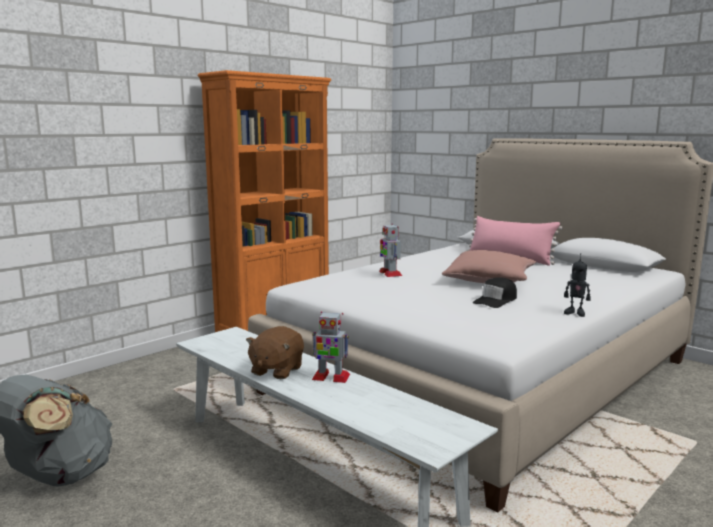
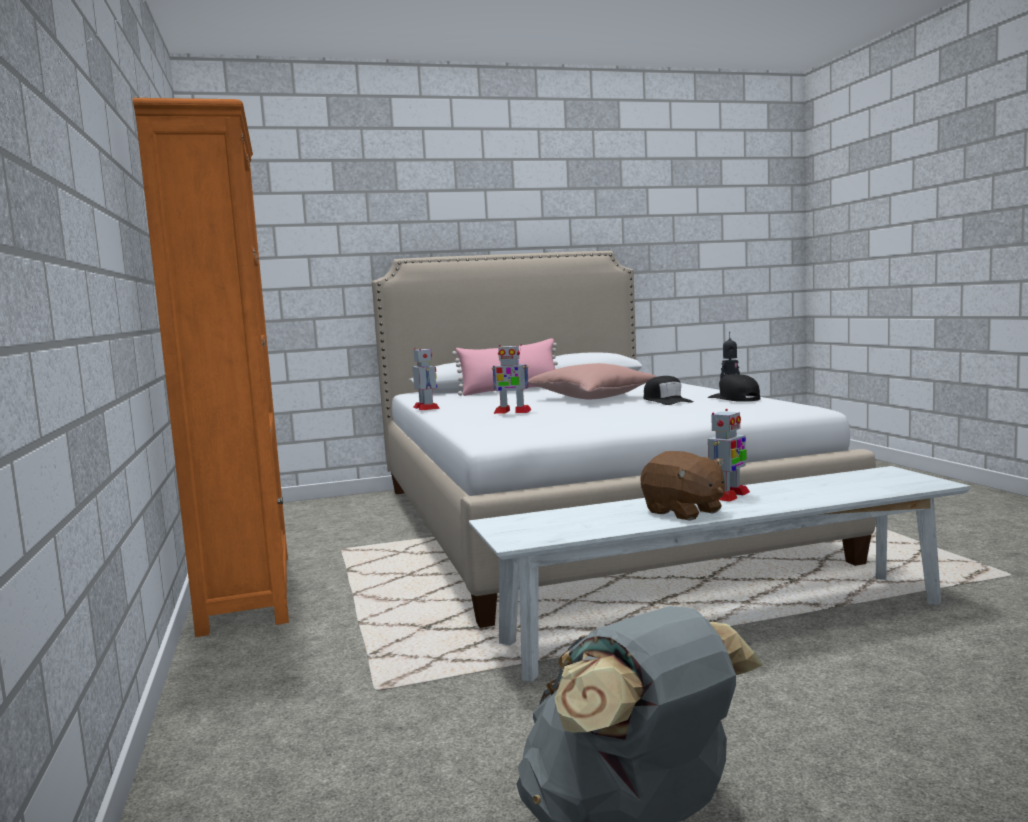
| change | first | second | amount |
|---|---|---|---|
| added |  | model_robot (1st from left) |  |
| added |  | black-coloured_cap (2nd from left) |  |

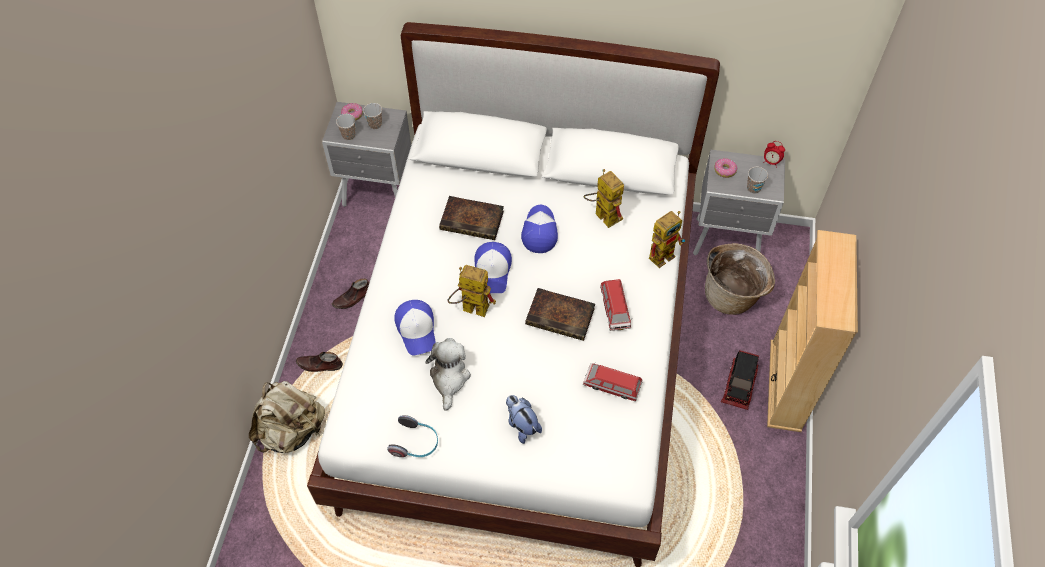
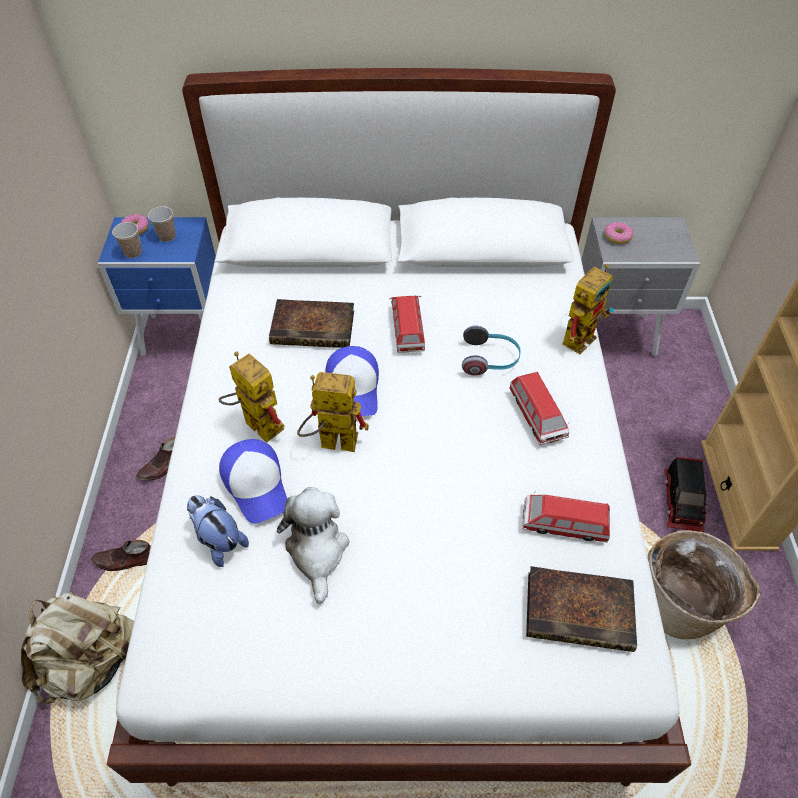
| change | first | second | amount |
|---|---|---|---|
| recoloured | grey_nightstand (1st from left) | blue_nightstand |  |
| removed | table_clock |  |  |
| removed | small_cup (3rd from left) |  |  |
| moved | model_robot (2nd from left in the first image) | model_robot (1st from left) |  |
| replaced | cap (3rd from left) | toy_car (1st from left) |  |
| moved | basket |  |  |
| moved | volume (2nd from left) |  |  |
| moved | soft_toy (2nd from left in the first image) | soft_toy (1st from left) |  |
| moved | pair_of_headphones |  |  |

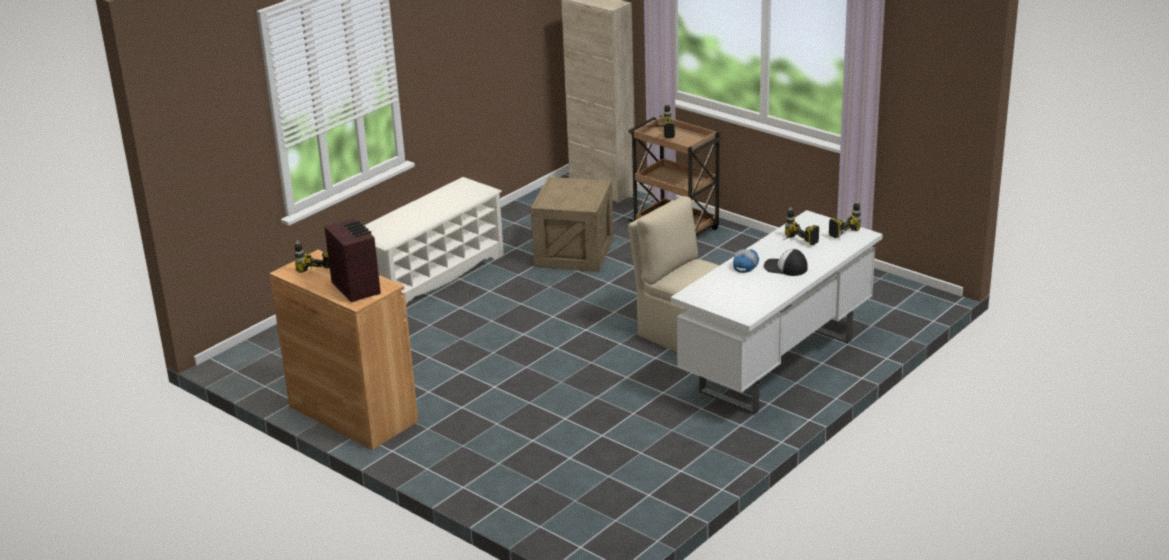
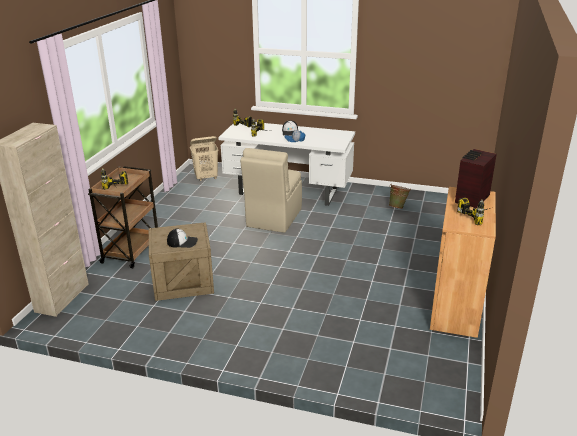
| change | first | second | amount |
|---|---|---|---|
| removed | whitish_shoe_rack |  |  |
| added |  | beige_laundry_basket |  |
| added |  | greenish_bucket |  |
| added |  | cap (1st from left) |  |

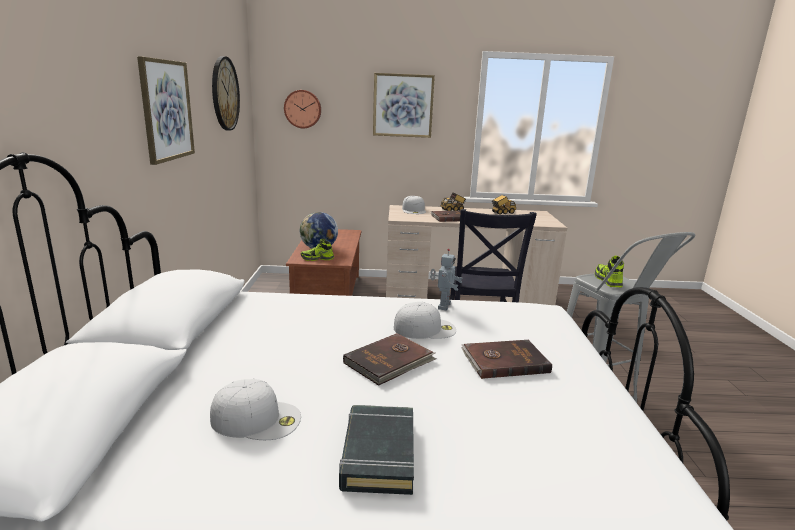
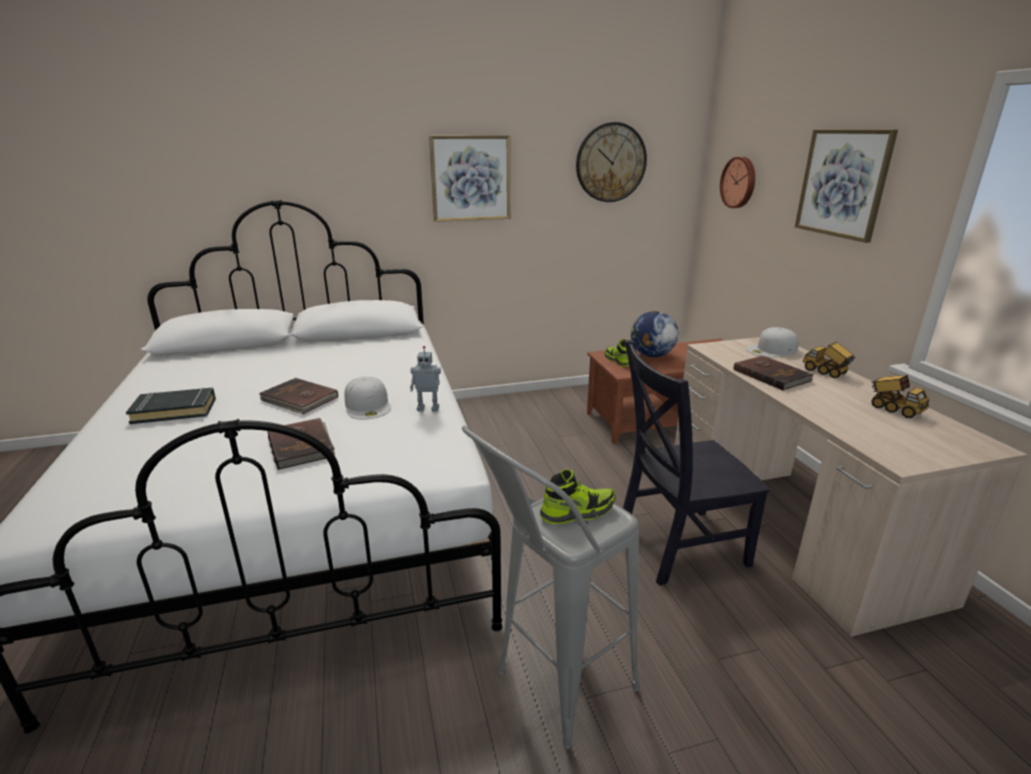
| change | first | second | amount |
|---|---|---|---|
| removed | whitish_cap (1st from left) |  |  |

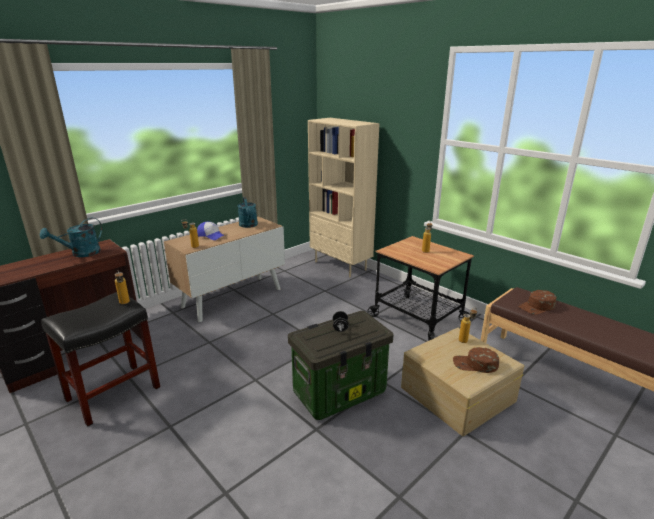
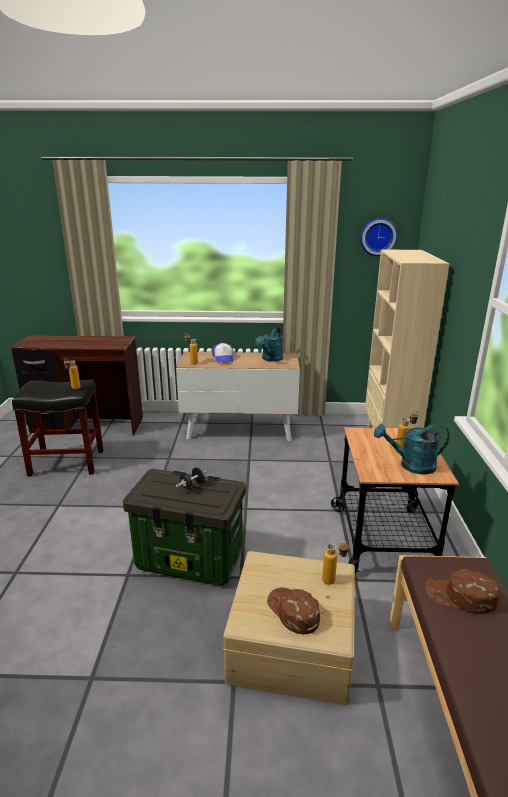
| change | first | second | amount |
|---|---|---|---|
| moved | blue-green_sprinkling_can (1st from left in the first image) | blue-green_sprinkling_can (2nd from left) |  |
| added |  | wall_clock |  |

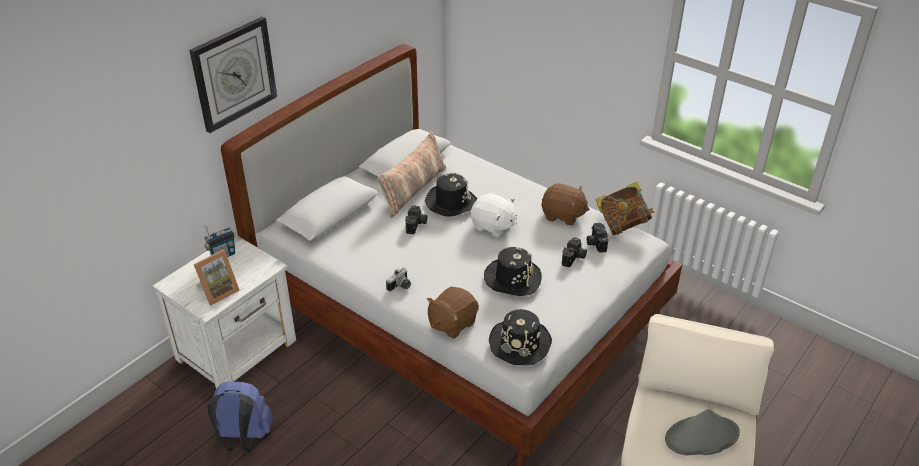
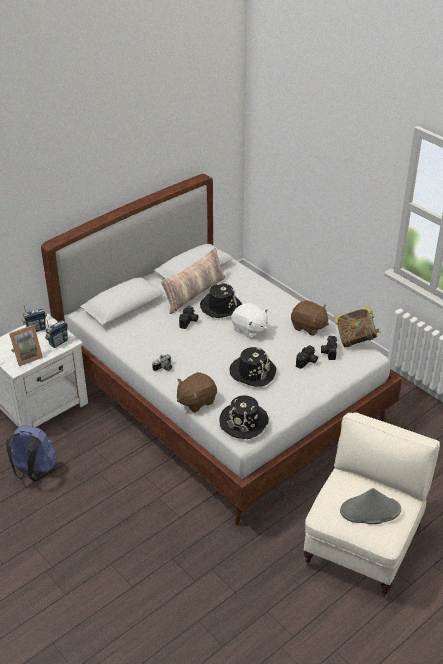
| change | first | second | amount |
|---|---|---|---|
| removed | wall_clock |  |  |
| added |  | radio_set (2nd from left) |  |

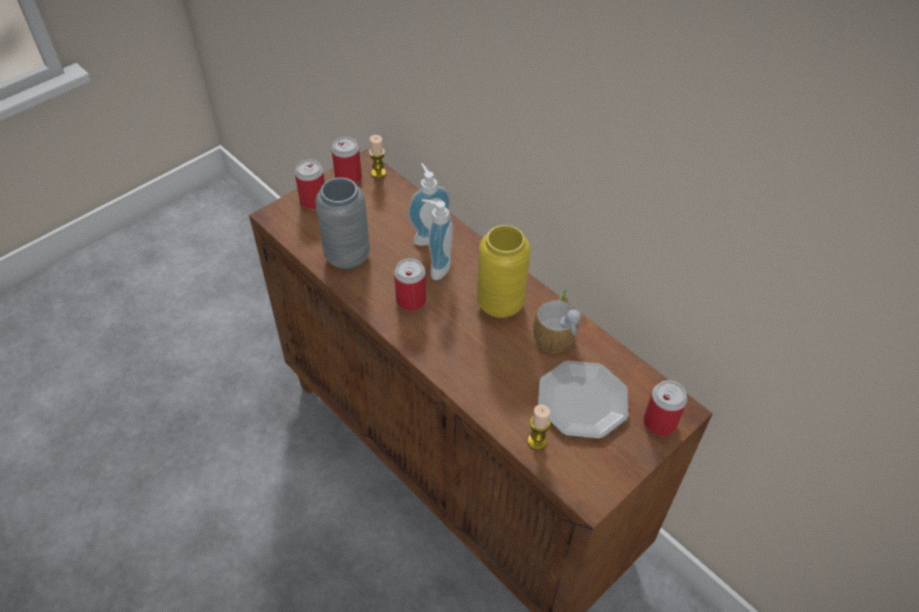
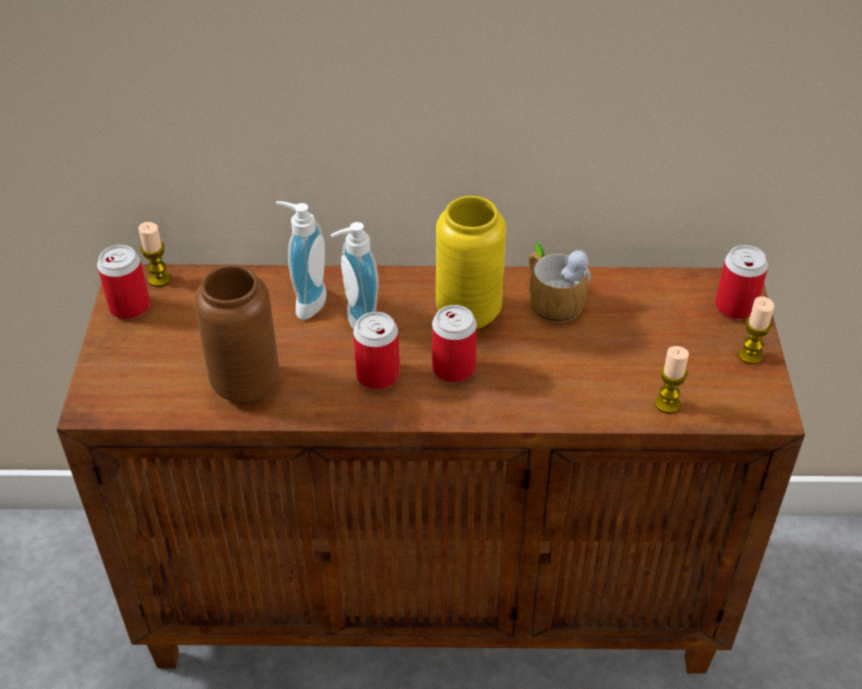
| change | first | second | amount |
|---|---|---|---|
| moved | can (1st from left in the first image) | can (3rd from left) |  |
| recoloured | grey_decorative_vase | brownish_decorative_vase |  |
| removed | flat_dish |  |  |
| added |  | wax_candle (3rd from left) |  |

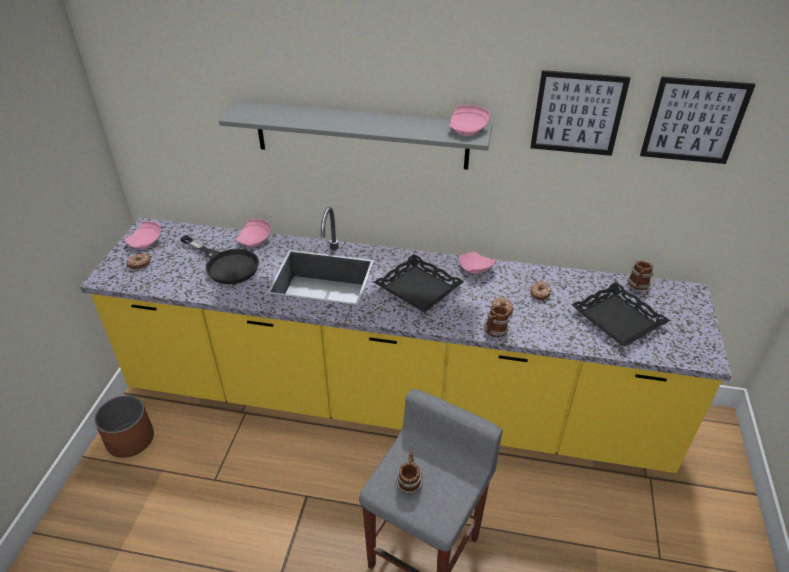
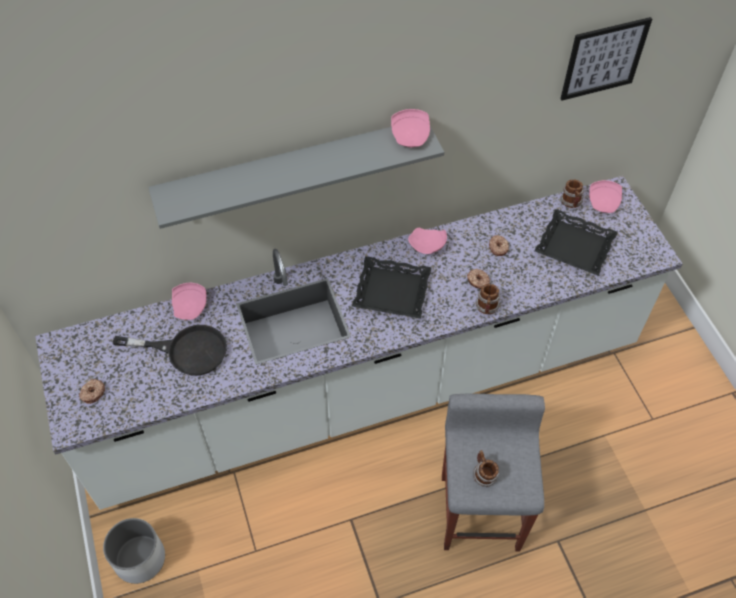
| change | first | second | amount |
|---|---|---|---|
| removed | wall_art (1st from left) |  |  |
| recoloured | yellow_kitchen_base_unit | whitish_kitchen_base_unit |  |
| moved | pink-coloured_flat_dish (1st from left in the first image) | pink-coloured_flat_dish (4th from left) |  |
| recoloured | brownish_flower_pot | whitish_flower_pot |  |

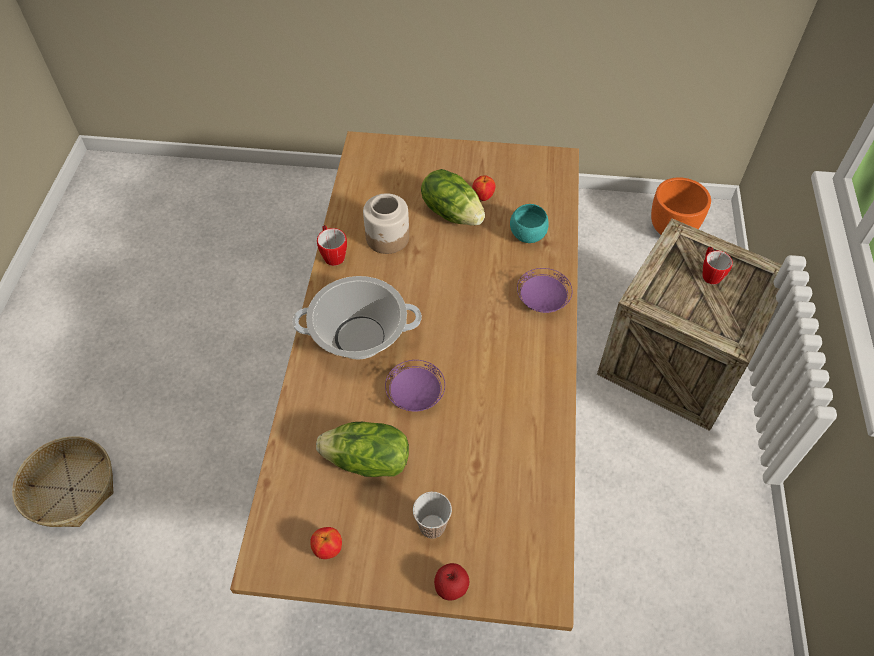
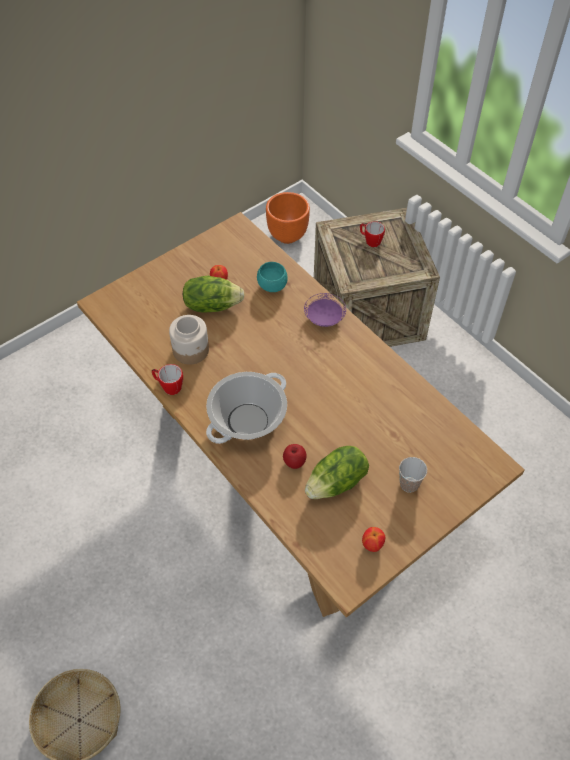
| change | first | second | amount |
|---|---|---|---|
| removed | purplish_flat_dish (1st from left) |  |  |
| moved | whole_apple (2nd from left) |  |  |

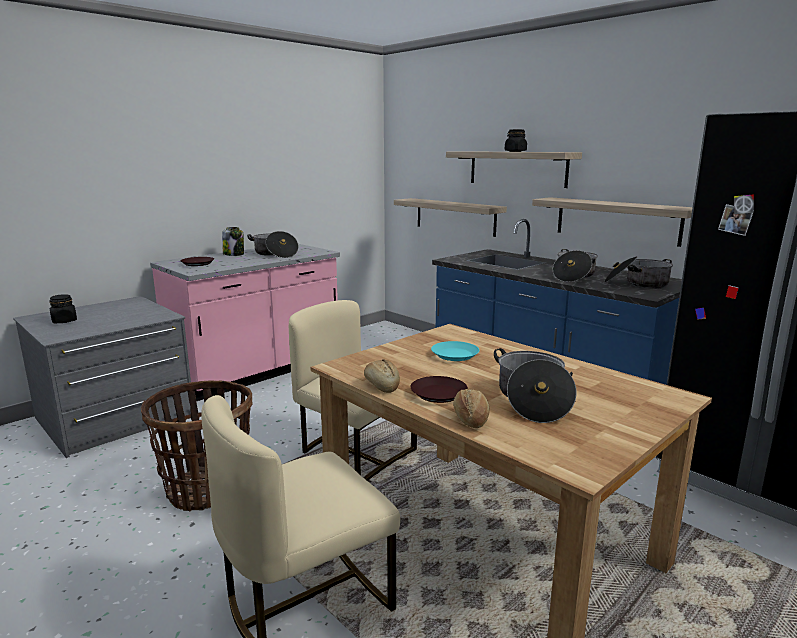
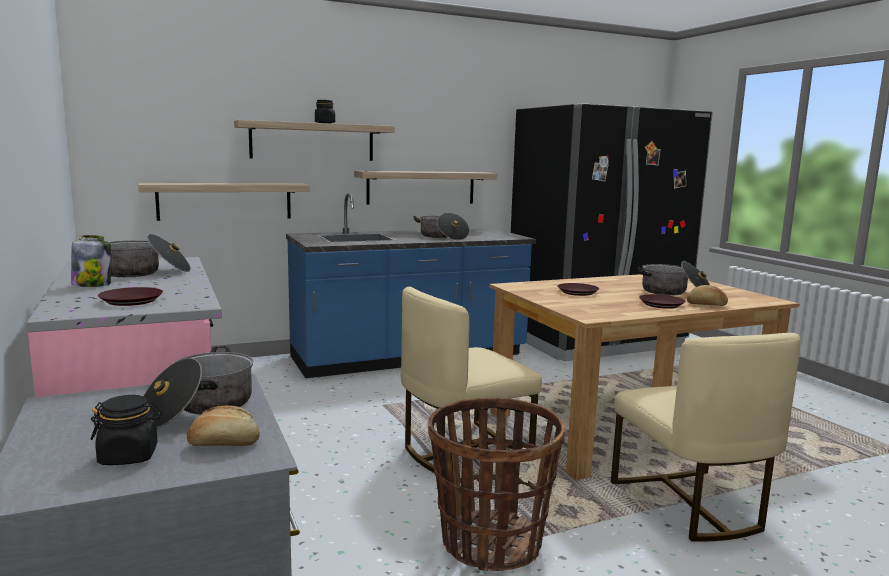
| change | first | second | amount |
|---|---|---|---|
| moved | cooking_pot (4th from left in the first image) | cooking_pot (2nd from left) |  |
| recoloured | blue-green_flat_dish | brownish_flat_dish (2nd from left) |  |
| moved | bread (1st from left) |  |  |

